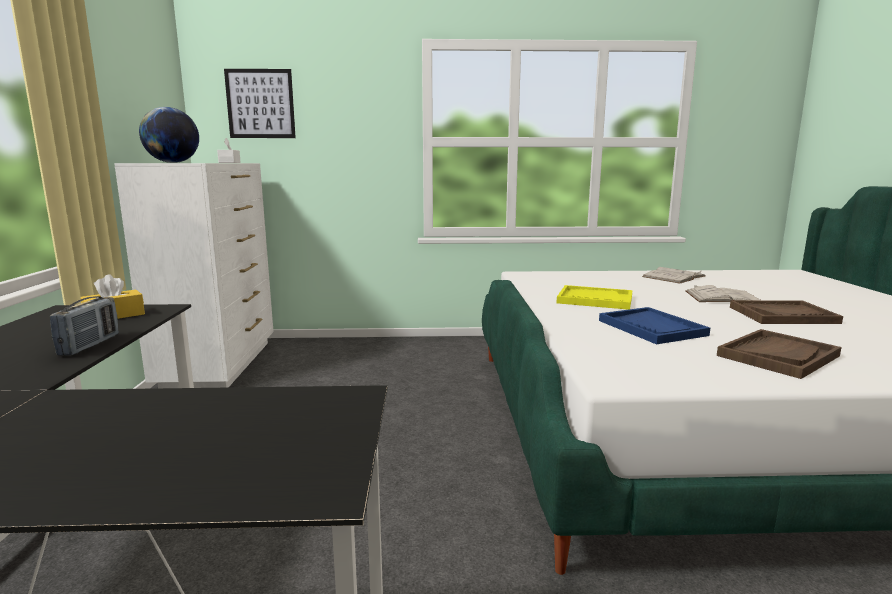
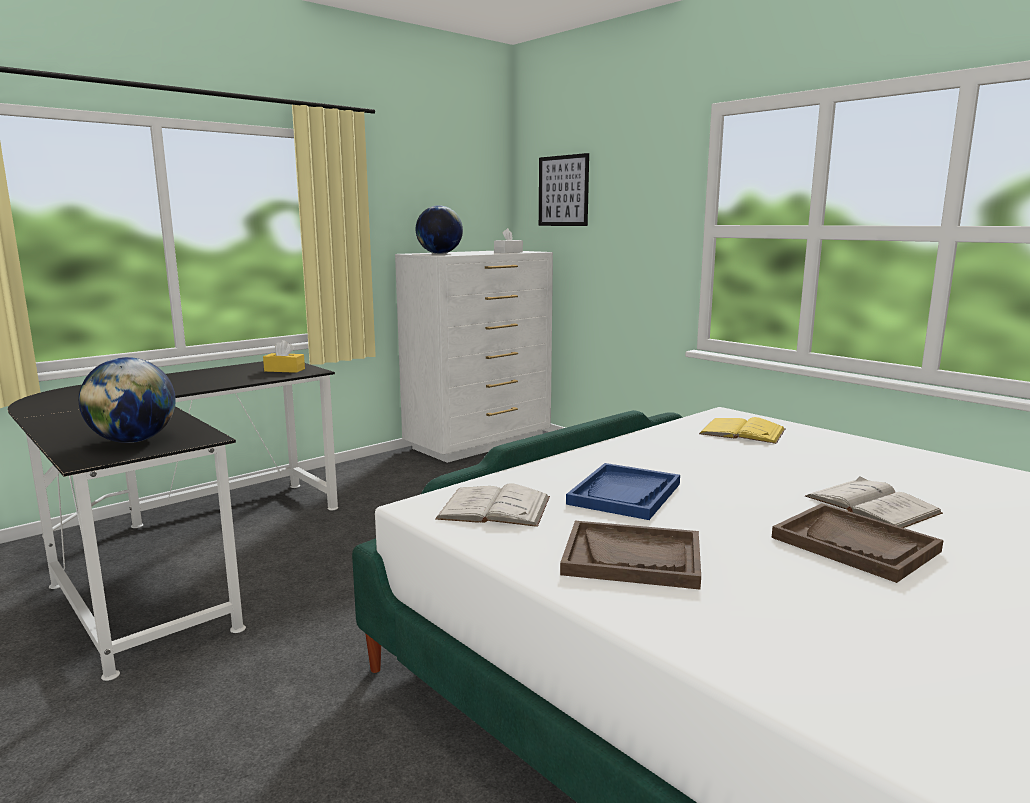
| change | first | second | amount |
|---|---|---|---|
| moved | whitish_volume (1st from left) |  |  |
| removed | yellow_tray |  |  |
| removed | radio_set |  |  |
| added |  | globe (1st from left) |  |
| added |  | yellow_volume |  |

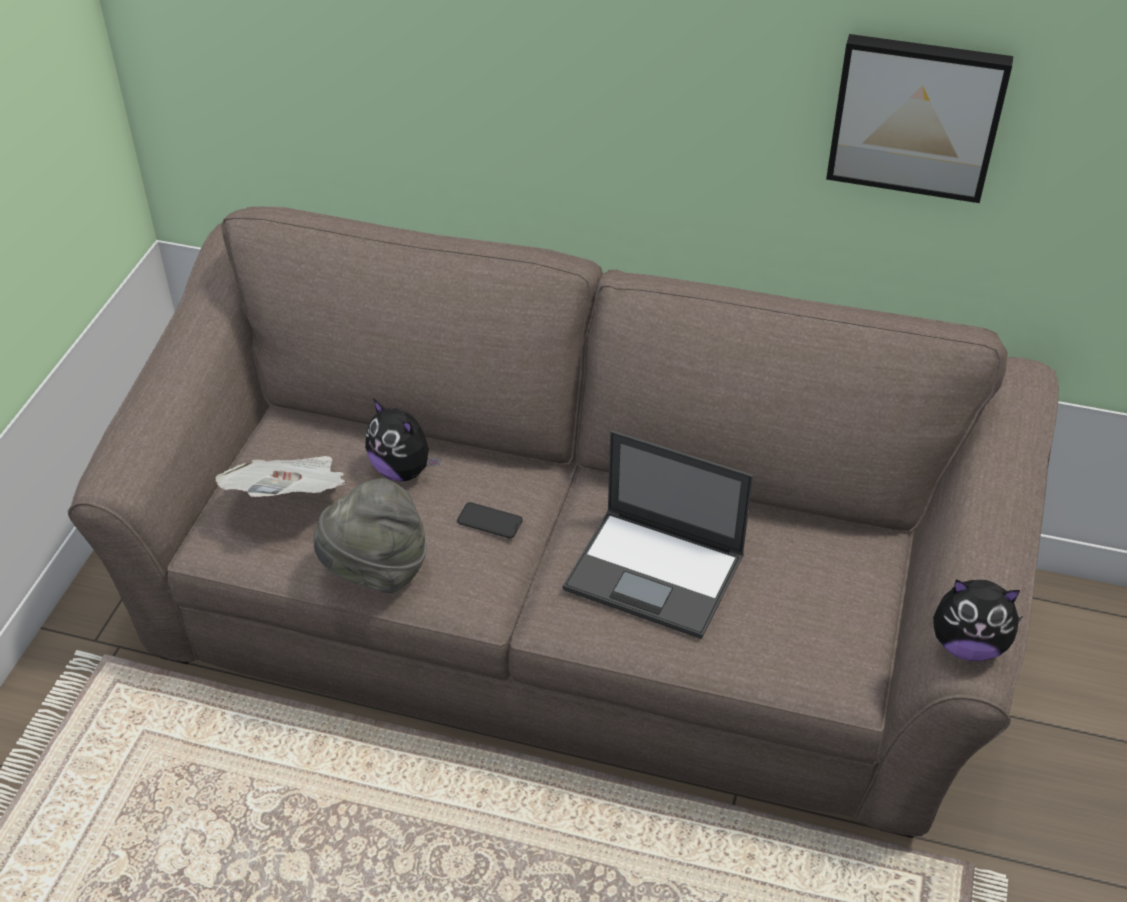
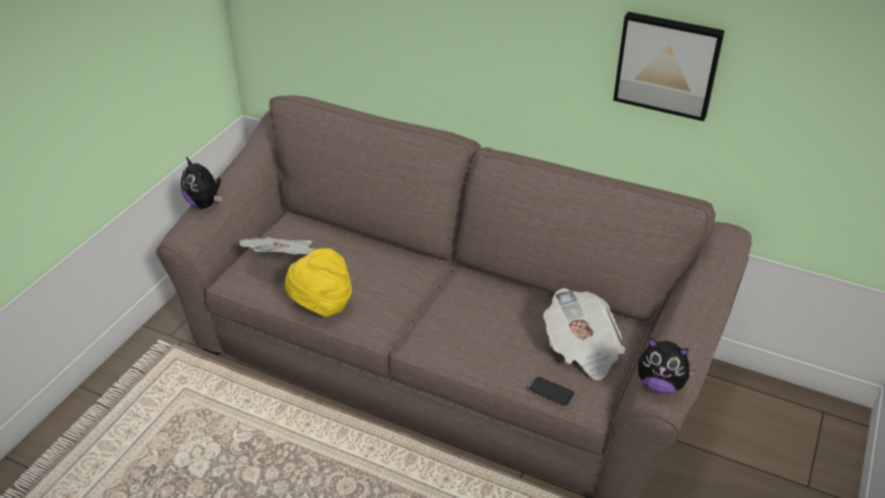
| change | first | second | amount |
|---|---|---|---|
| moved | soft_toy (1st from left) |  |  |
| removed | portable_computer |  |  |
| recoloured | grey_hat | yellow_hat |  |
| moved | phone |  |  |
| added |  | daily_paper (2nd from left) |  |

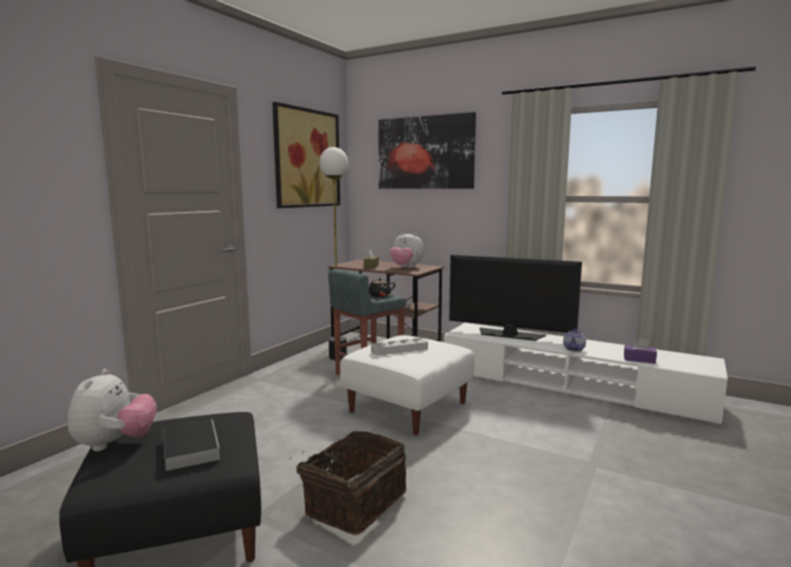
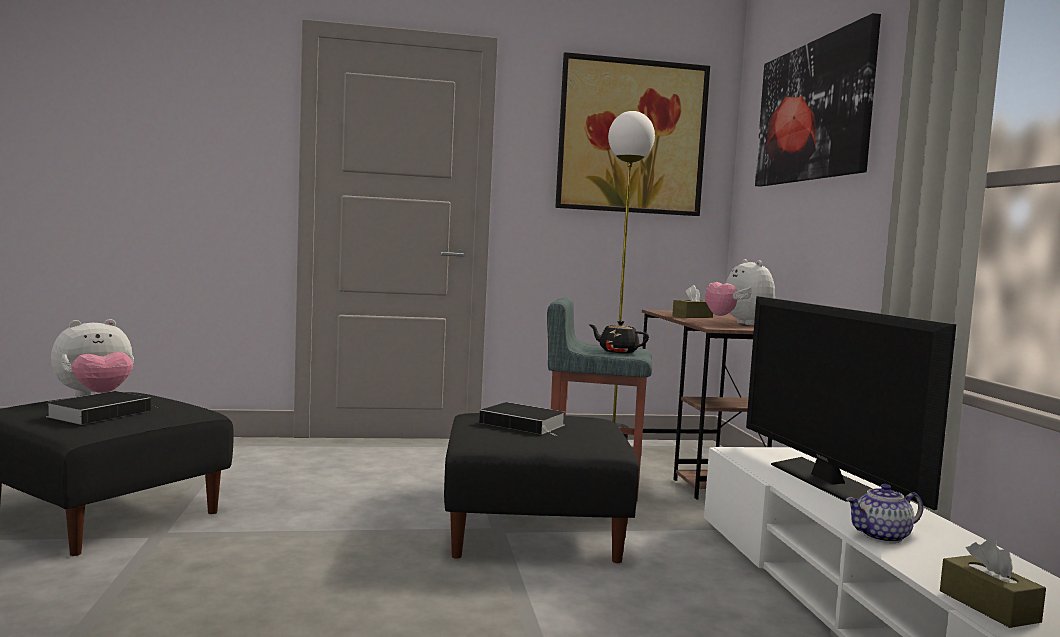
| change | first | second | amount |
|---|---|---|---|
| recoloured | whitish_ottoman | black-coloured_ottoman (2nd from left) |  |
| recoloured | purplish_box_of_tissues | brownish_box_of_tissues (2nd from left) |  |
| replaced | grey_tray | volume (2nd from left) |  |
| removed | basket |  |  |

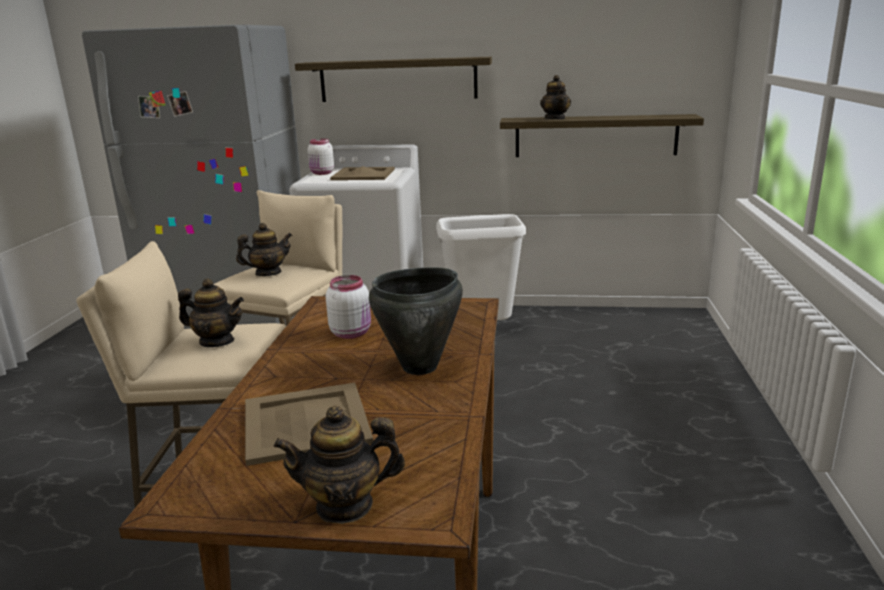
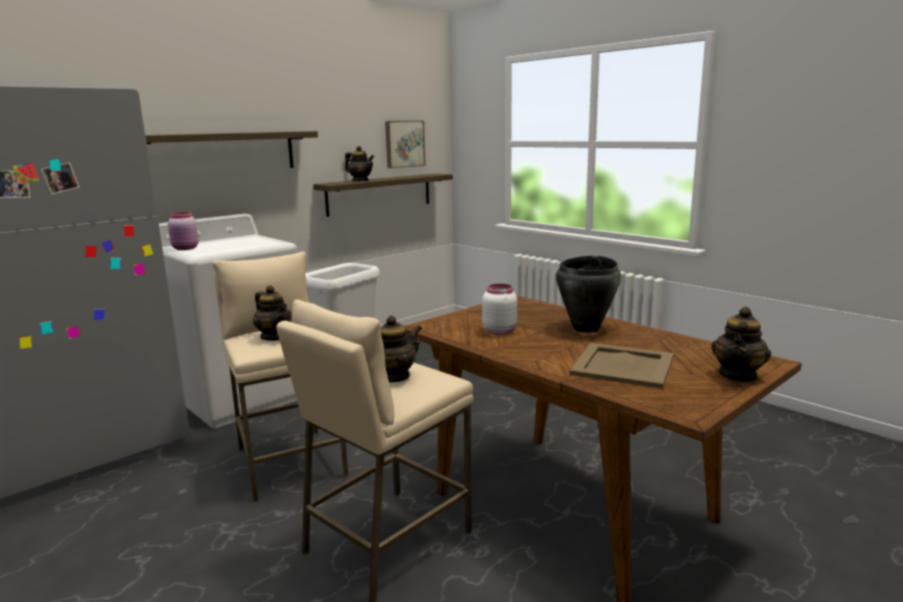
| change | first | second | amount |
|---|---|---|---|
| recoloured | whitish_preserve_jar (1st from left) | pink-coloured_preserve_jar |  |
| removed | beige_tray (2nd from left) |  |  |
| turned | teapot (2nd from left in the first image) | teapot (1st from left) | 120 degrees clockwise |
| added |  | wall_art |  |

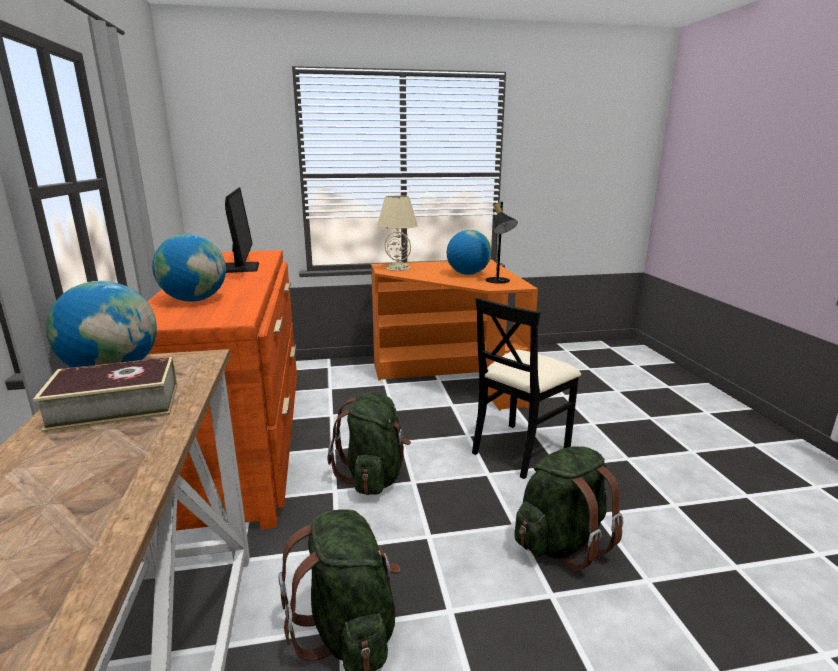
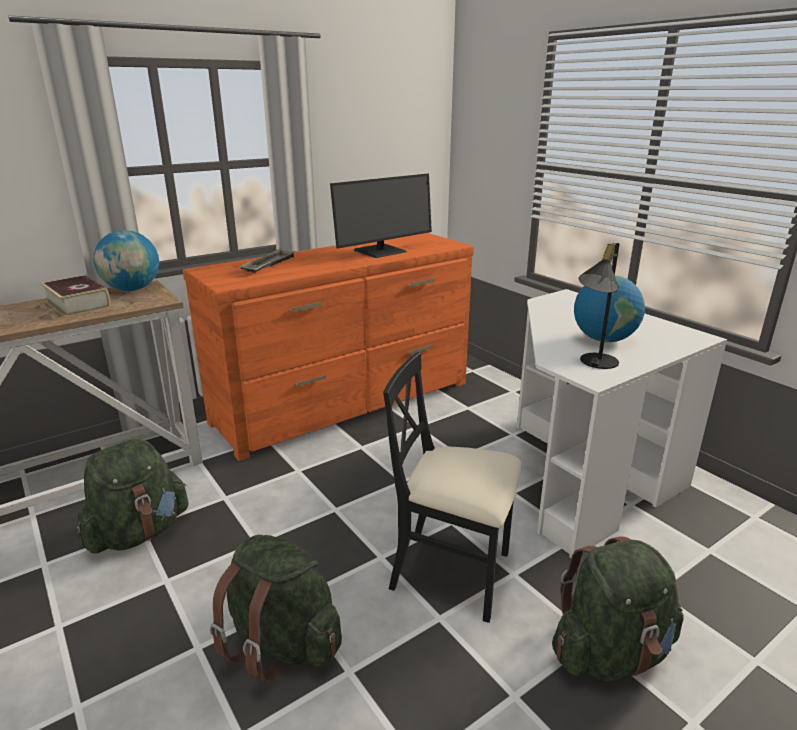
| change | first | second | amount |
|---|---|---|---|
| removed | beige_tabletop_lamp |  |  |
| replaced | globe (2nd from left) | tray |  |
| recoloured | orange-coloured_desk_table | whitish_desk_table |  |
| moved | greenish_backpack (2nd from left in the first image) | greenish_backpack (3rd from left) |  |

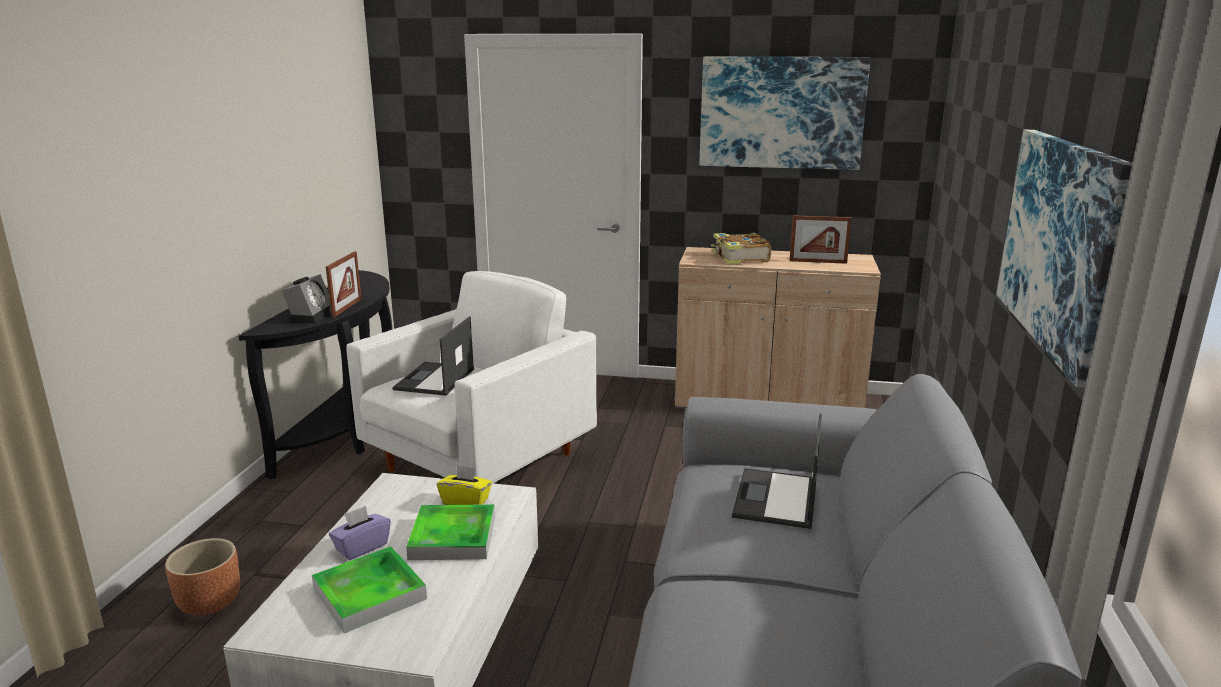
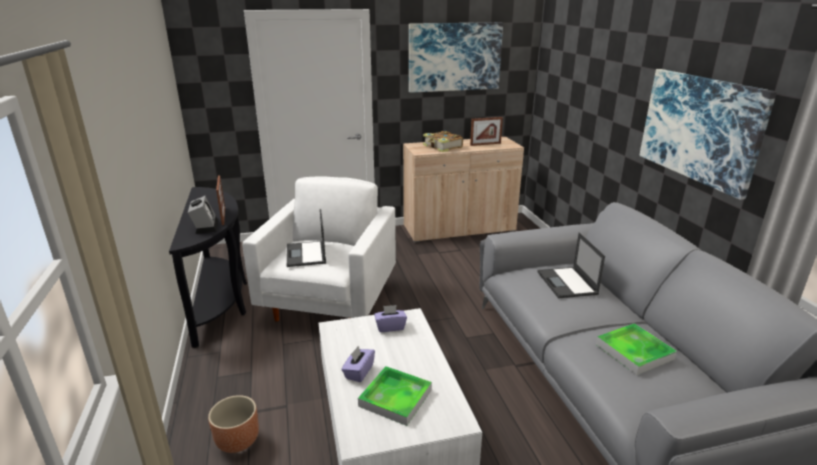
| change | first | second | amount |
|---|---|---|---|
| recoloured | yellow_box_of_tissues | purplish_box_of_tissues (2nd from left) |  |
| moved | tray (2nd from left) |  |  |

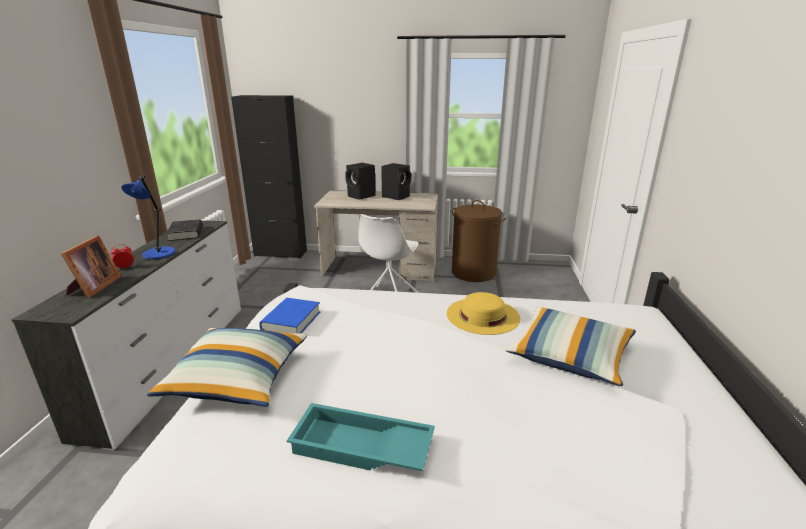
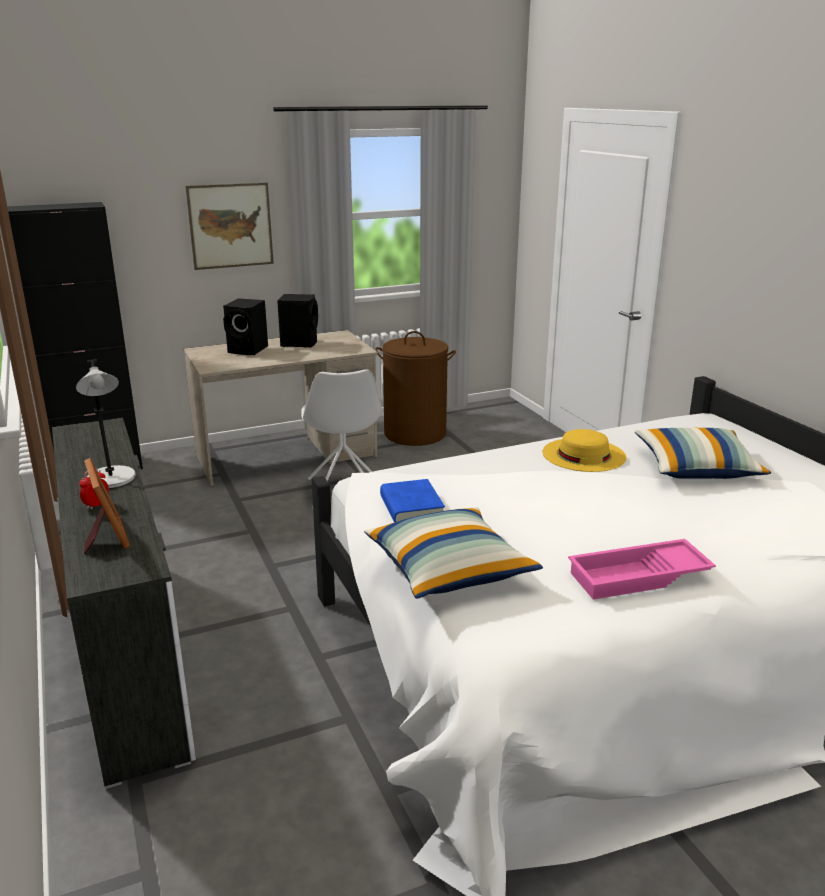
| change | first | second | amount |
|---|---|---|---|
| recoloured | blue_tabletop_lamp | grey_tabletop_lamp |  |
| removed | black-coloured_volume |  |  |
| recoloured | blue-green_tray | pink-coloured_tray |  |
| added |  | wall_art |  |

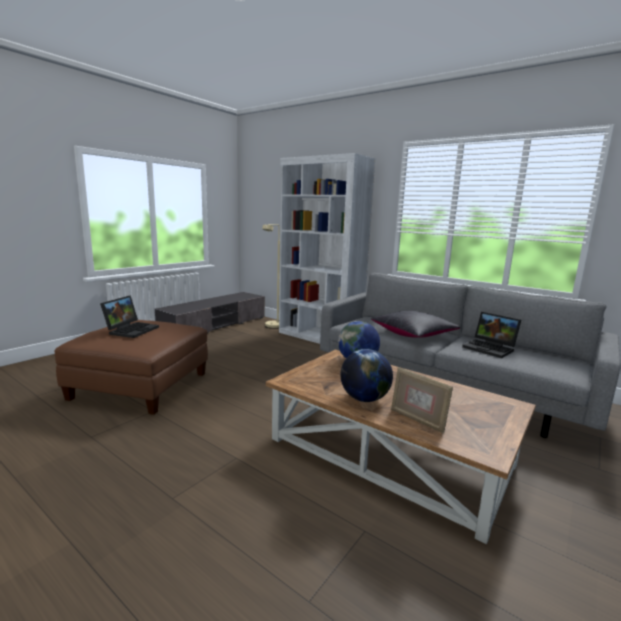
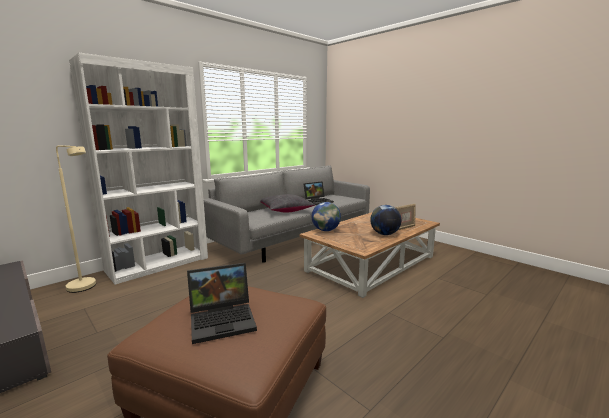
| change | first | second | amount |
|---|---|---|---|
| turned | portable_computer (1st from left) |  | 135 degrees clockwise |

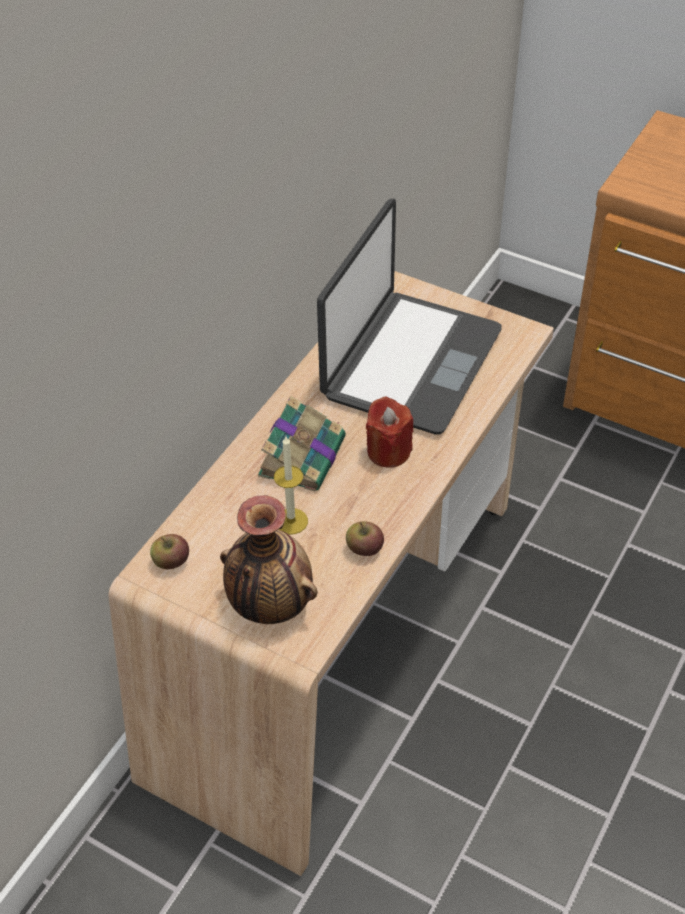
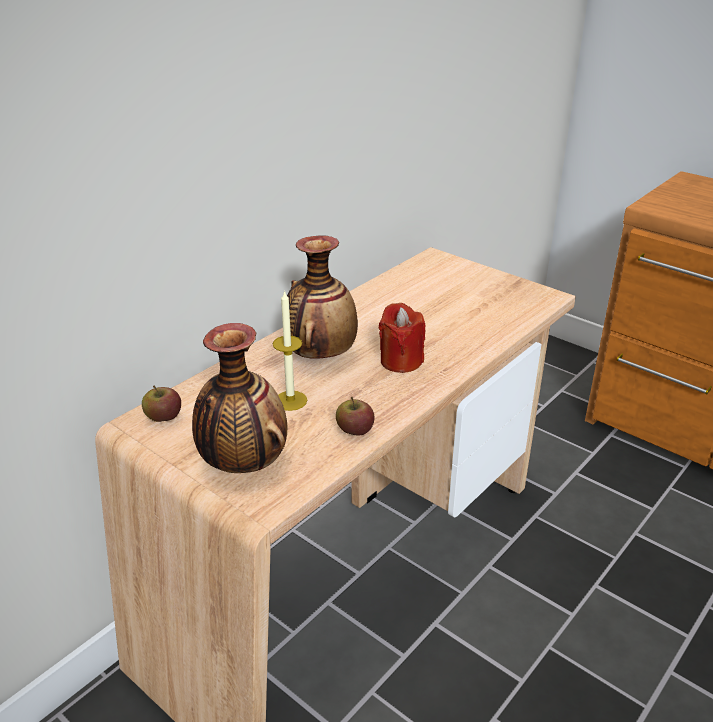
| change | first | second | amount |
|---|---|---|---|
| removed | portable_computer |  |  |
| replaced | volume | decorative_vase (2nd from left) |  |

